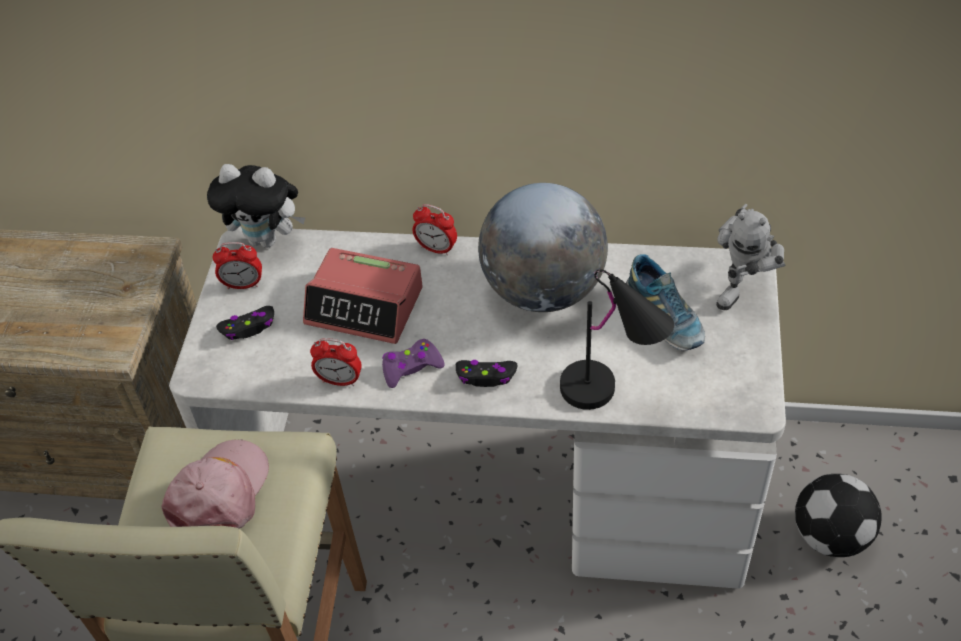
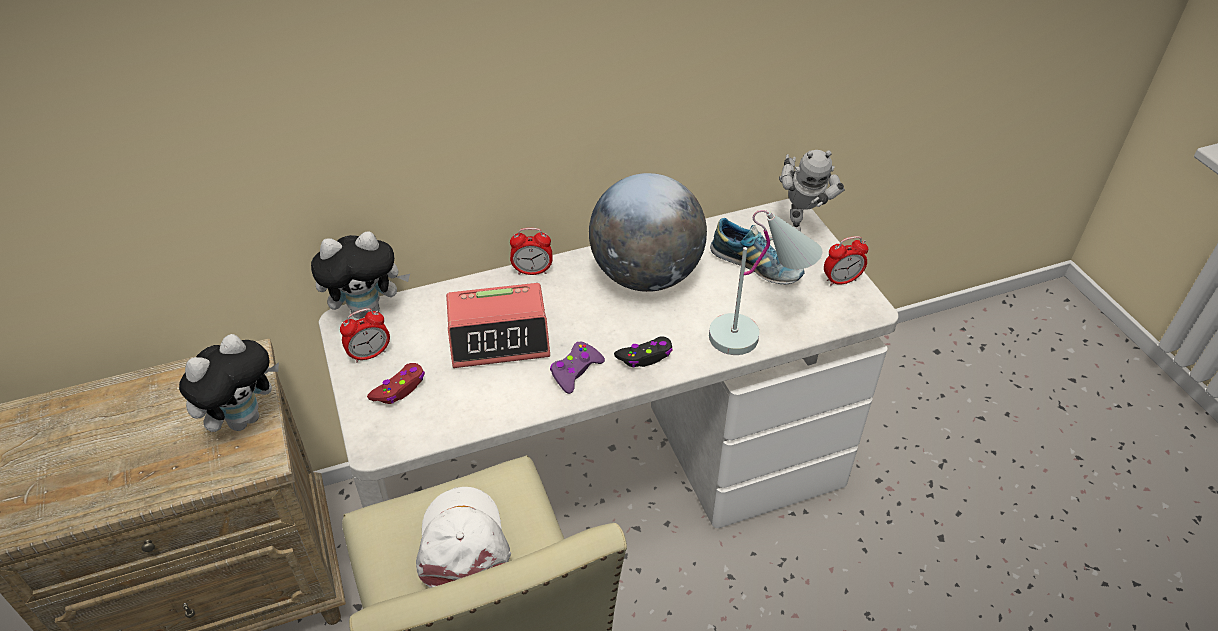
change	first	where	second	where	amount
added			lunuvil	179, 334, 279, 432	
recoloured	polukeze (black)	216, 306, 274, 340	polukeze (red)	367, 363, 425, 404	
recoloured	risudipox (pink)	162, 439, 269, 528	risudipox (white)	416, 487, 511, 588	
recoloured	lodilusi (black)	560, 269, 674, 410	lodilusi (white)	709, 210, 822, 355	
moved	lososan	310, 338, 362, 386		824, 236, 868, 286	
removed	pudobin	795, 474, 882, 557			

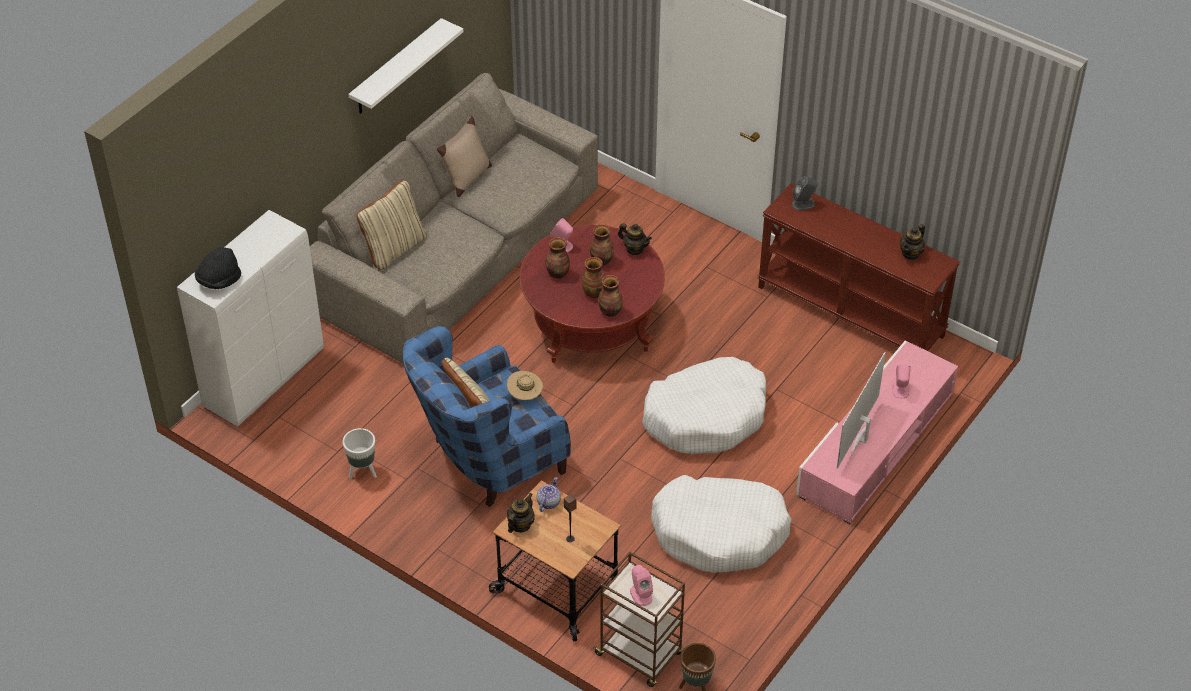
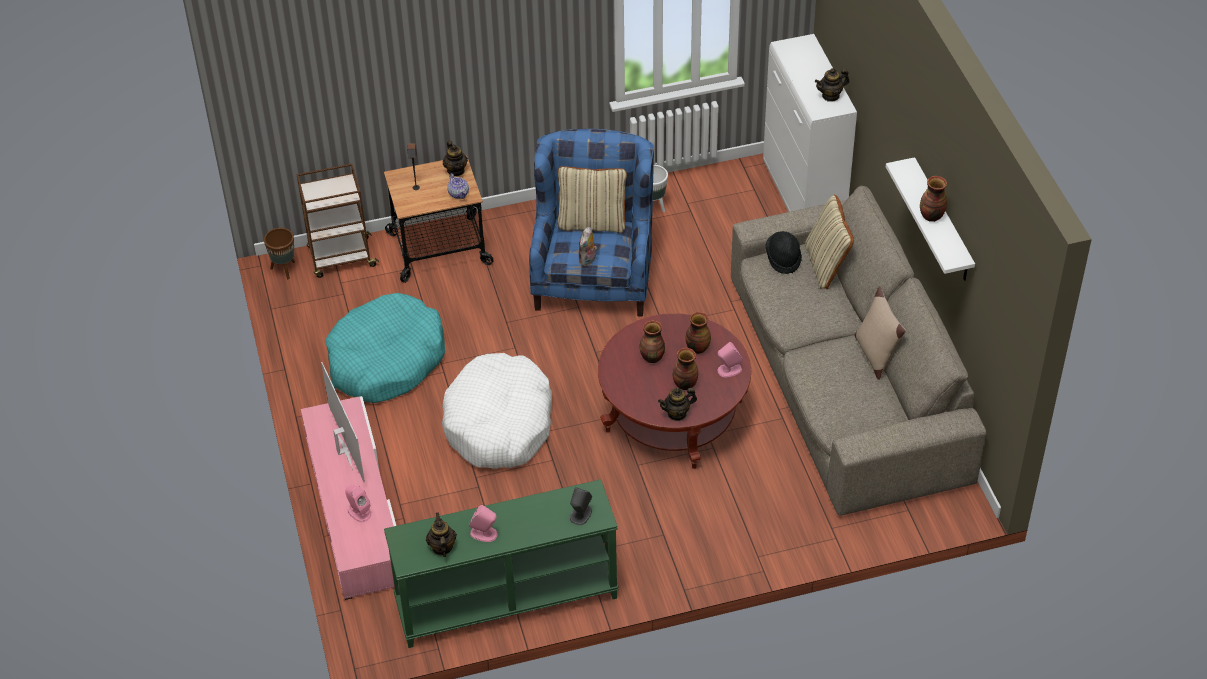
change	first	where	second	where	amount
recoloured	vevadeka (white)	651, 475, 792, 572	vevadeka (turquoise)	326, 293, 445, 403	
recoloured	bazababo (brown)	758, 183, 960, 351	bazababo (green)	384, 479, 619, 648	
moved	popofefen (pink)	630, 565, 653, 606		469, 505, 498, 542	
replaced	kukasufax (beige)	507, 371, 543, 400	lunuvil	578, 227, 597, 267	
moved	kukasufax (black)	195, 247, 241, 289		765, 231, 802, 274	
added			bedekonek	815, 68, 849, 102	
moved	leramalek	598, 275, 623, 317		920, 176, 947, 222	

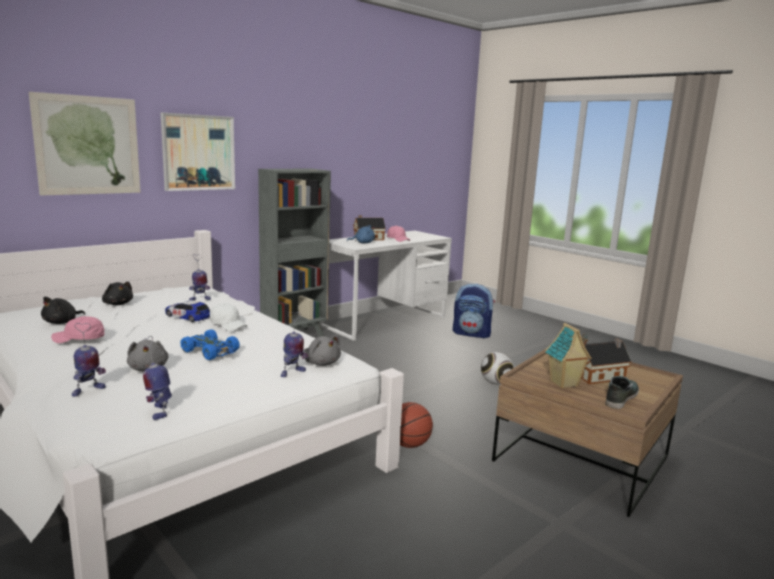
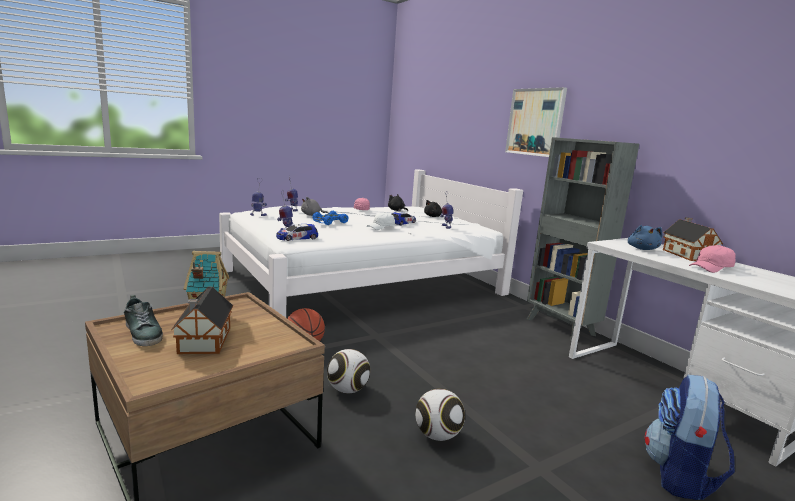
change	first	where	second	where	amount
replaced	lunuvil (grey)	304, 335, 341, 366	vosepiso	276, 224, 318, 241	
added			pudobin	327, 349, 370, 393	
removed	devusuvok	29, 92, 141, 196			

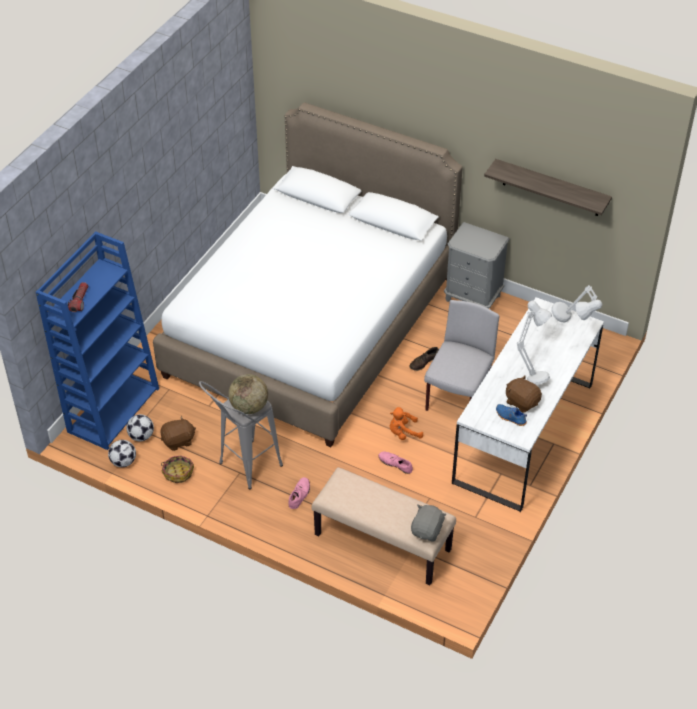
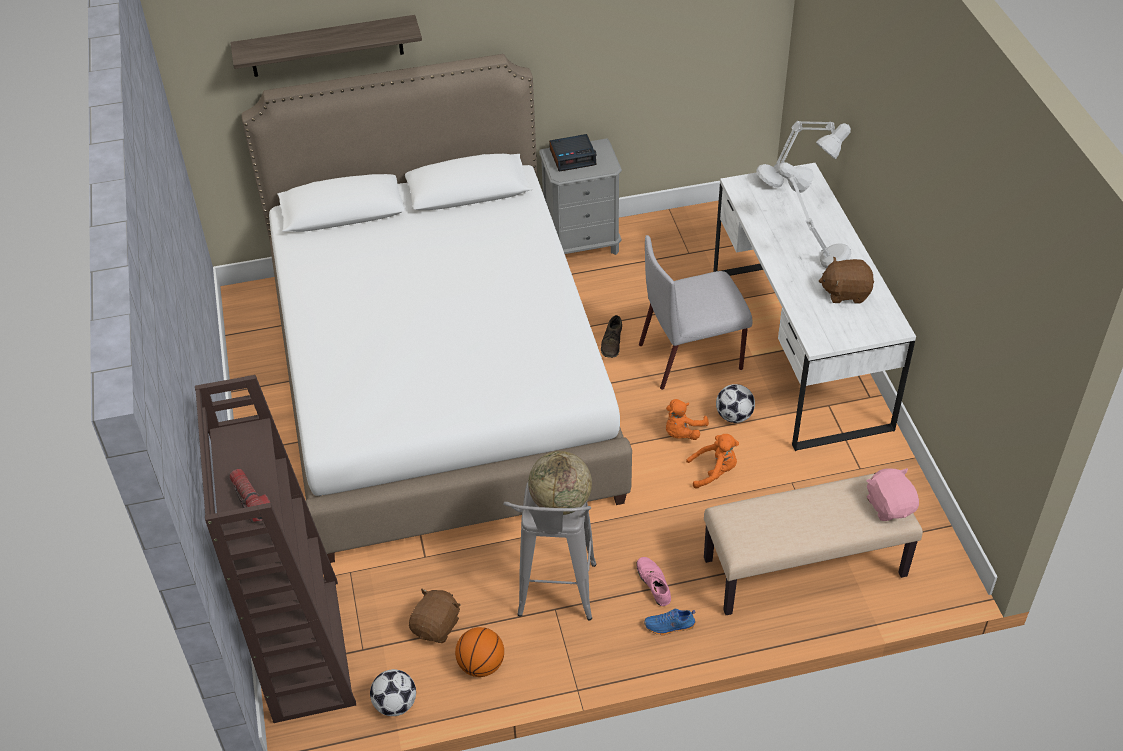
change	first	where	second	where	amount
recoloured	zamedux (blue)	36, 231, 159, 450	zamedux (brown)	195, 375, 356, 723	
moved	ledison	484, 159, 612, 216		230, 15, 422, 77	
replaced	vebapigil	161, 455, 194, 483	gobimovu	455, 627, 504, 677	
added			lososan	549, 134, 596, 171	
turned	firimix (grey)	424, 300, 499, 411		639, 235, 753, 390	90 degrees counterclockwise
moved	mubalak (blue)	496, 404, 527, 426		644, 609, 696, 635	
replaced	mubalak (pink)	379, 451, 413, 474	lunuvil (orange)	686, 434, 739, 489	
moved	pudobin	126, 414, 154, 442		716, 384, 755, 423	
recoloured	lunuvil (grey)	411, 505, 446, 541	lunuvil (pink)	867, 468, 919, 521	

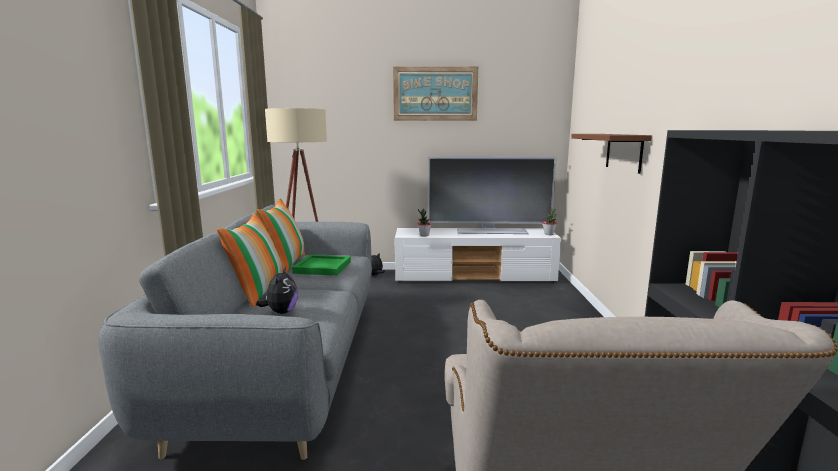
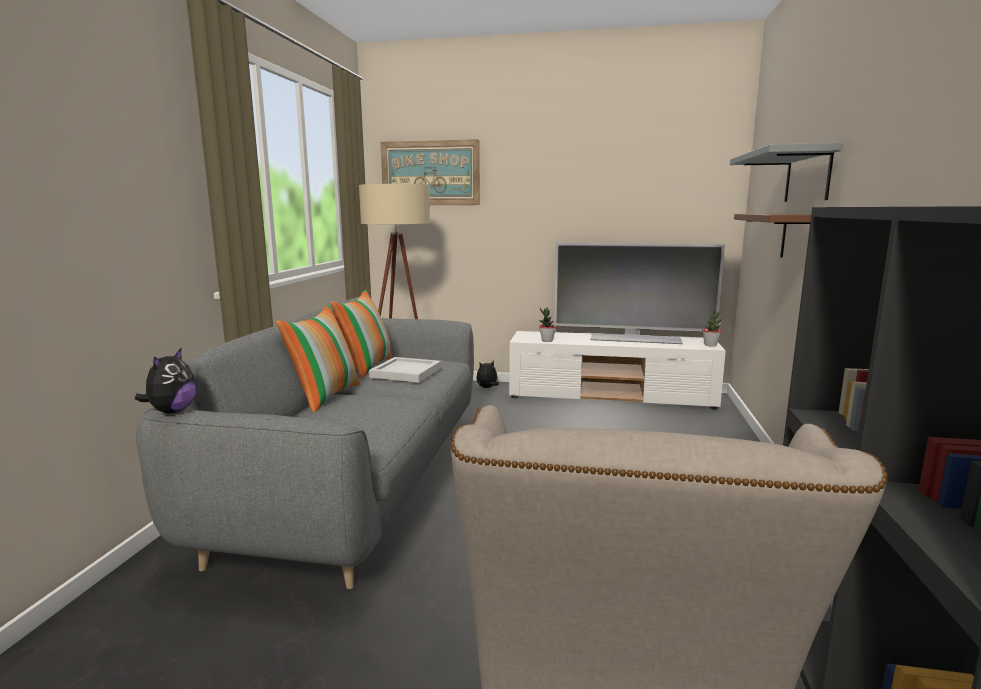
change	first	where	second	where	amount
moved	lunuvil	256, 267, 298, 314		135, 348, 197, 413	
recoloured	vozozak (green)	292, 255, 351, 276	vozozak (white)	369, 357, 441, 383	
moved	devusuvok	393, 66, 478, 121		380, 139, 480, 205	
added			ledison (grey)	730, 143, 843, 202	

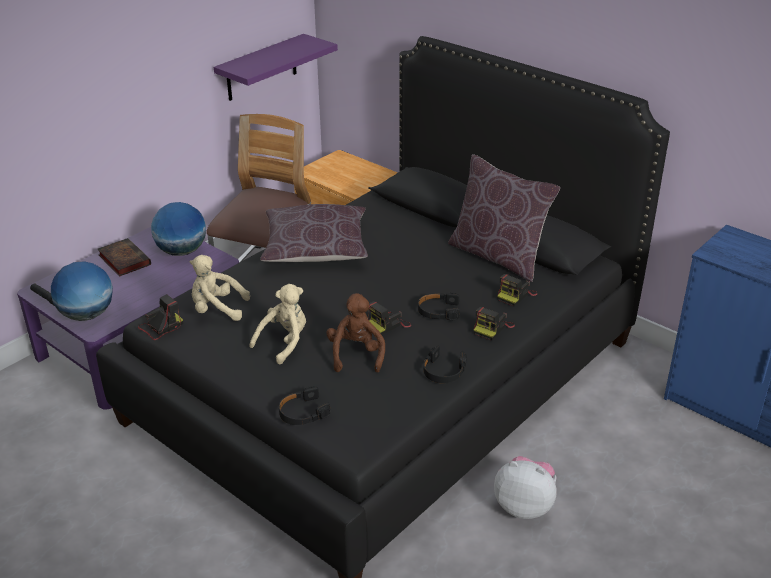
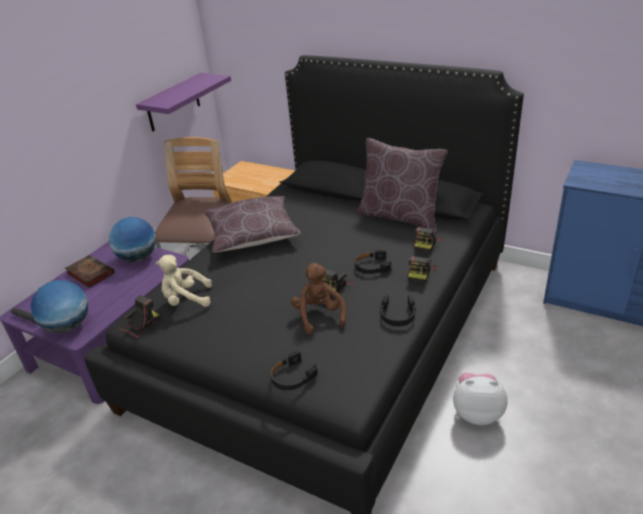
change	first	where	second	where	amount
removed	lunuvil (beige)	249, 284, 306, 364			

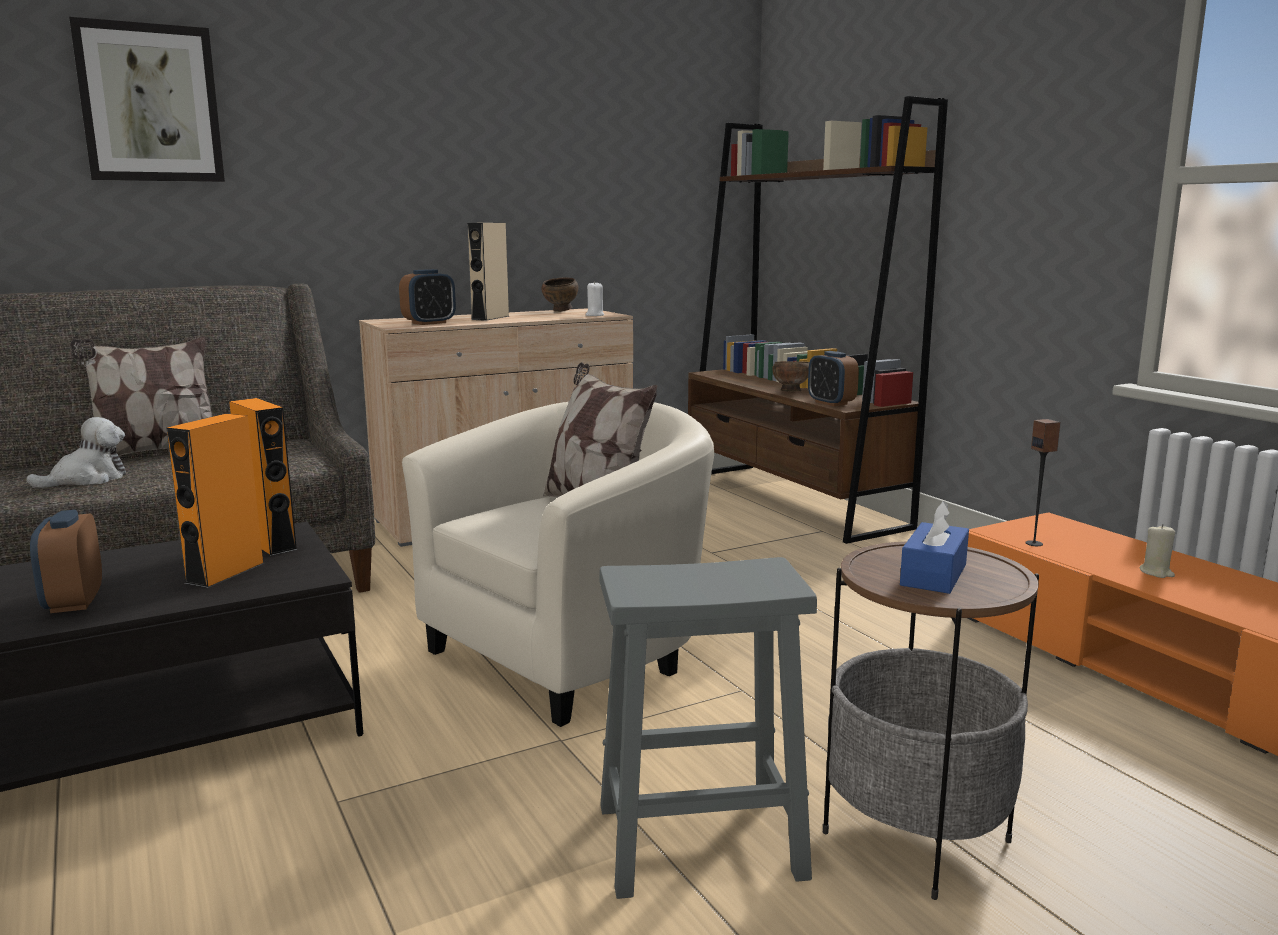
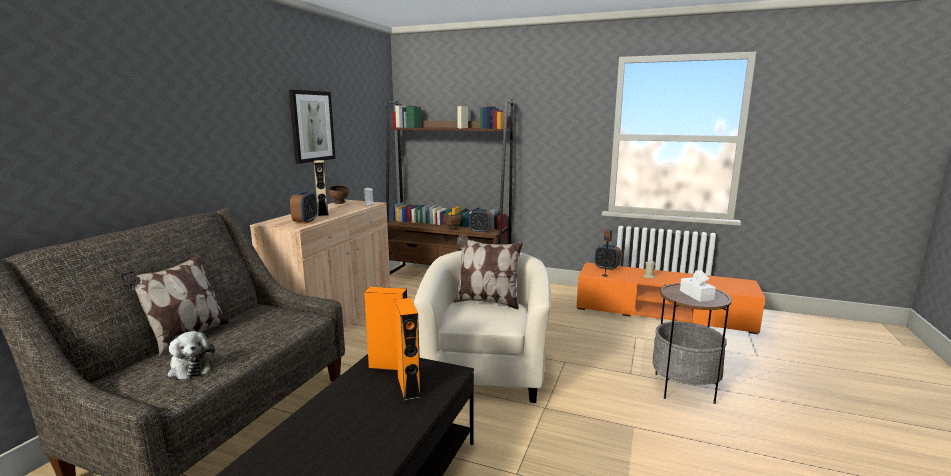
change	first	where	second	where	amount
turned	lunuvil	26, 417, 126, 488		168, 331, 215, 380	135 degrees clockwise
moved	devusuvok	69, 17, 225, 182		289, 90, 335, 164	
moved	lososan	30, 510, 102, 613		595, 244, 621, 270	
recoloured	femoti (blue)	900, 501, 969, 594	femoti (white)	680, 270, 716, 302	
removed	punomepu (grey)	600, 557, 817, 899			

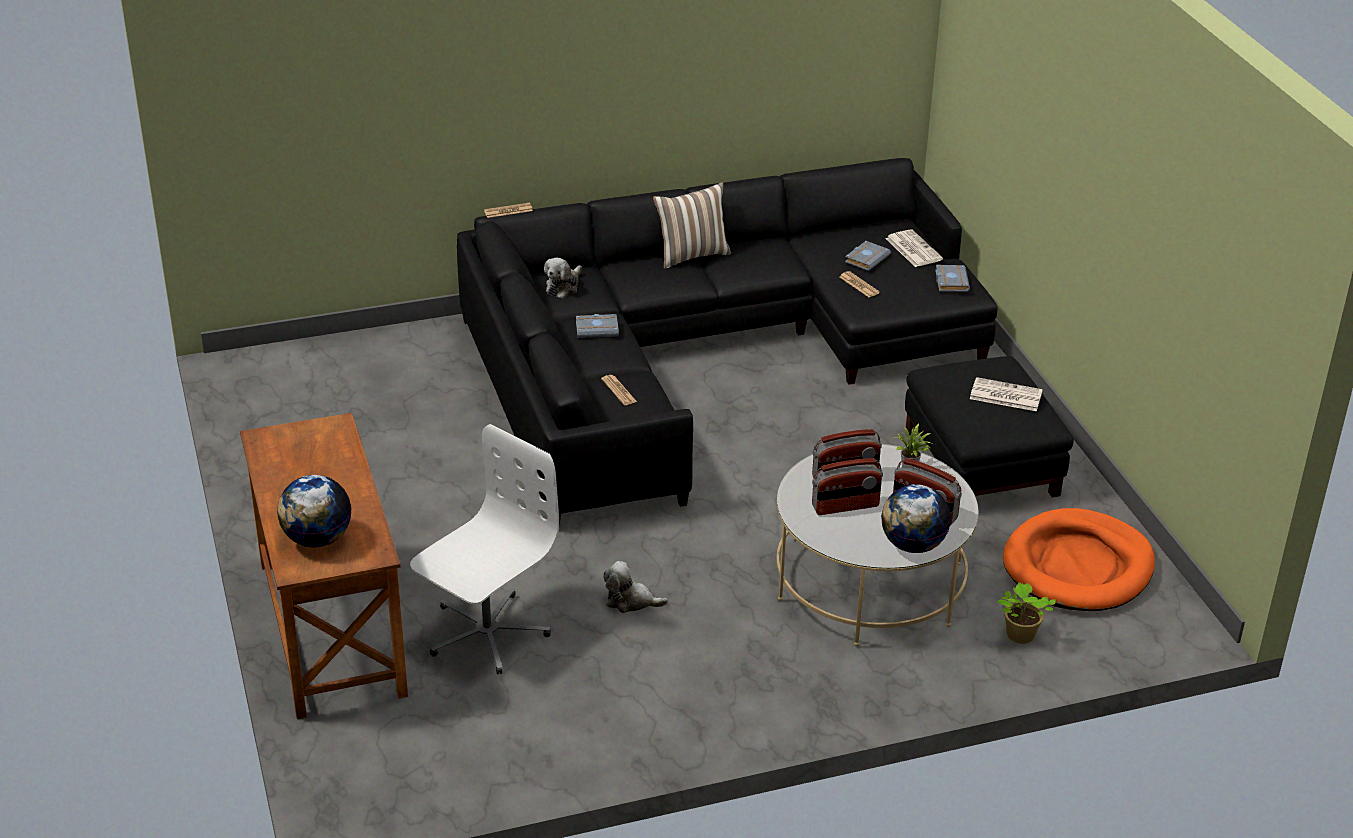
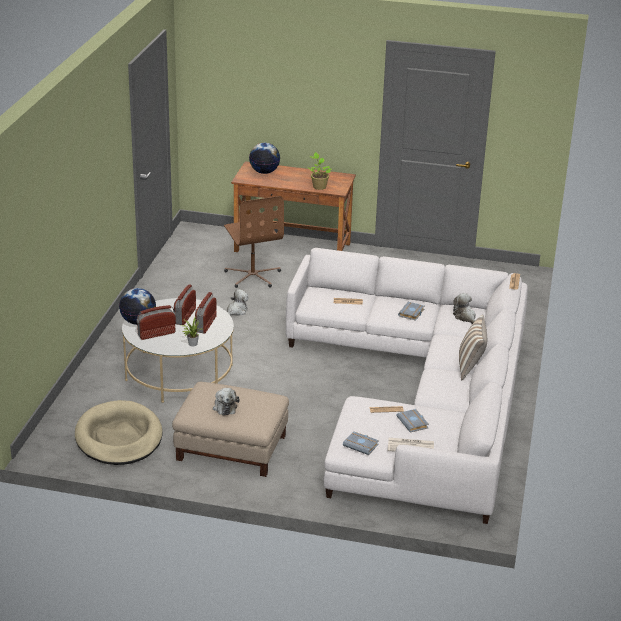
change	first	where	second	where	amount
recoloured	vevadeka (orange)	1003, 508, 1155, 611	vevadeka (beige)	75, 400, 162, 465	
recoloured	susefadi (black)	905, 356, 1074, 498	susefadi (beige)	172, 382, 289, 477	
replaced	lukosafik	970, 377, 1043, 411	lunuvil	213, 388, 239, 415	
recoloured	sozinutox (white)	410, 424, 559, 674	sozinutox (brown)	224, 196, 284, 288	
recoloured	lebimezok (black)	457, 158, 998, 526	lebimezok (white)	286, 248, 528, 524	
moved	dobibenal	997, 582, 1056, 644		308, 152, 332, 190	

